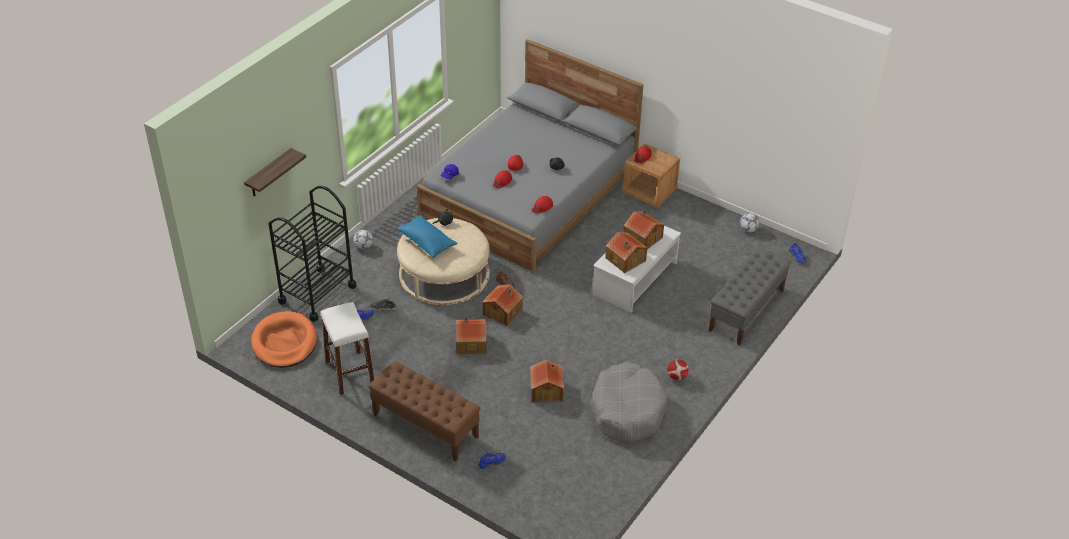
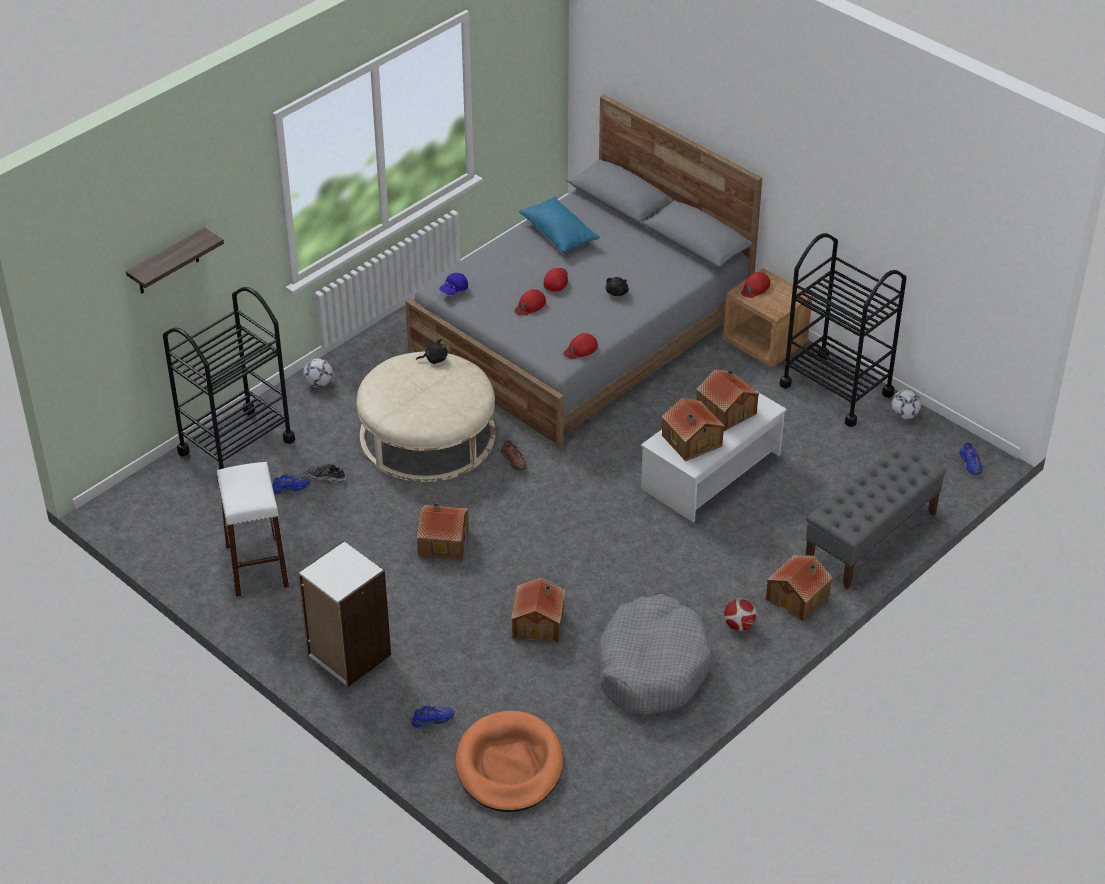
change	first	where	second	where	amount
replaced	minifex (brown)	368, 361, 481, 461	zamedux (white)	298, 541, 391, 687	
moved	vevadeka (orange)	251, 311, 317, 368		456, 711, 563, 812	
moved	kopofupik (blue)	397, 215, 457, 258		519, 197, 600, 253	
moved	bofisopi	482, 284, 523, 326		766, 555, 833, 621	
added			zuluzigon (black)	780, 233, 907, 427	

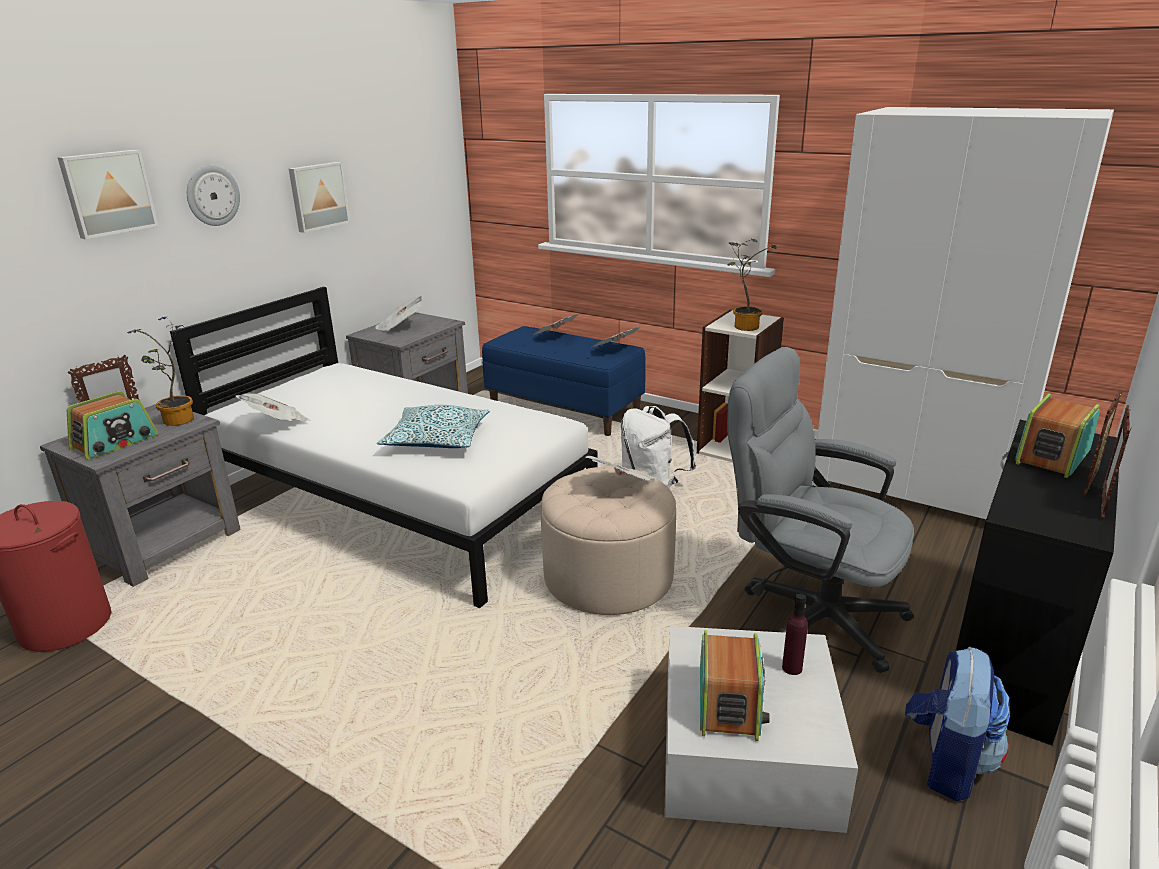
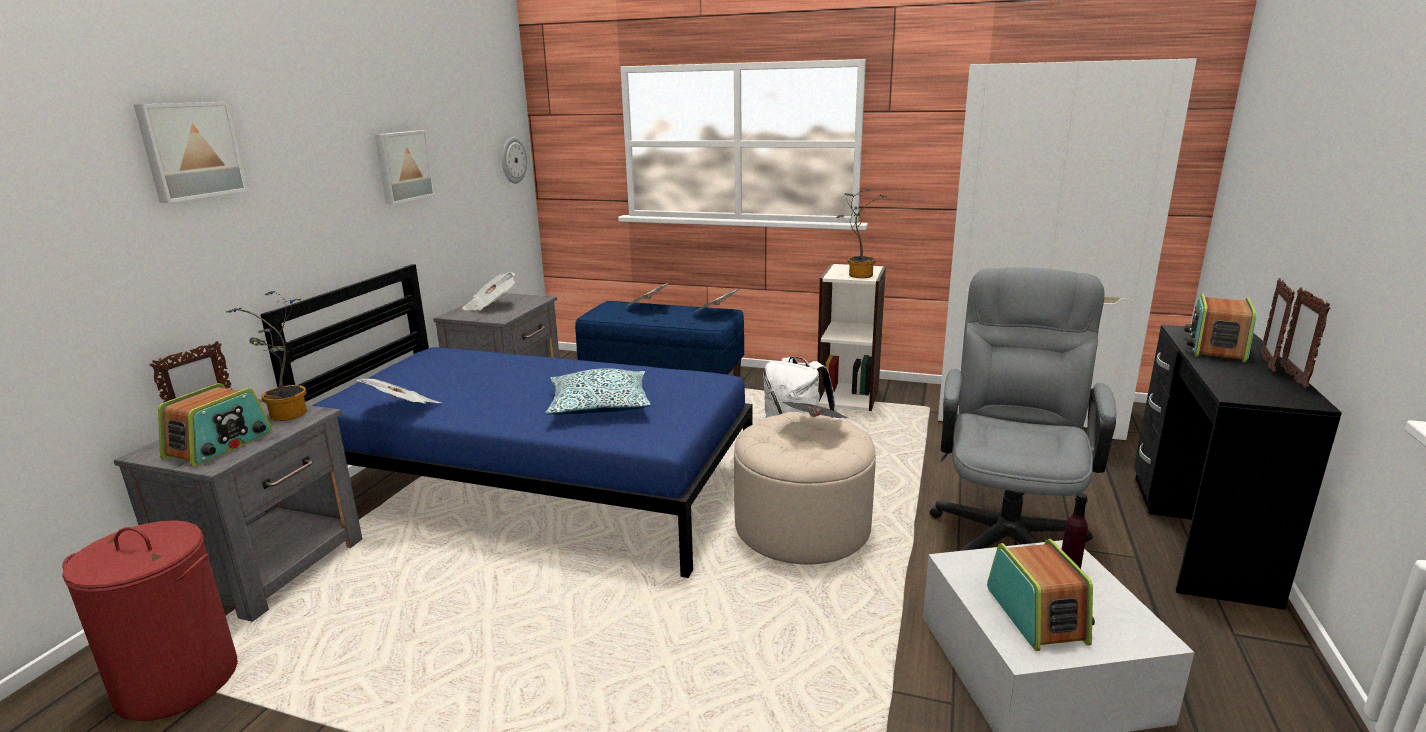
change	first	where	second	where	amount
recoloured	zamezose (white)	170, 287, 598, 608	zamezose (blue)	260, 264, 753, 578	
moved	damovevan	187, 165, 240, 226		502, 137, 527, 184	
turned	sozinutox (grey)	727, 347, 914, 673		930, 267, 1116, 551	90 degrees clockwise
removed	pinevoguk	905, 647, 1010, 801			

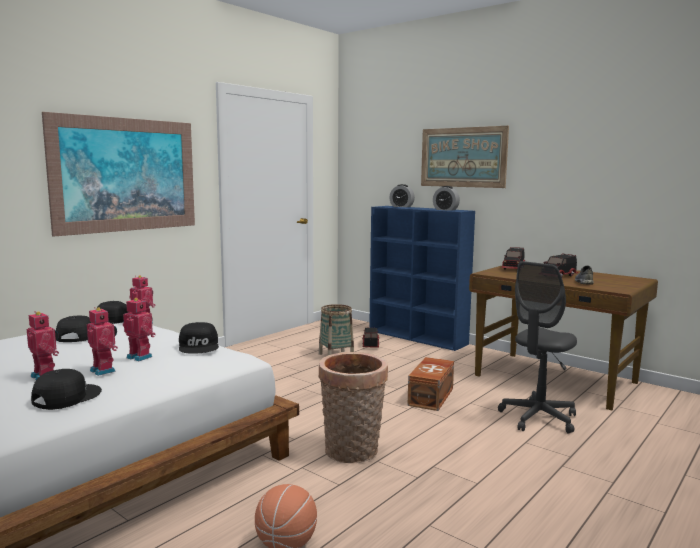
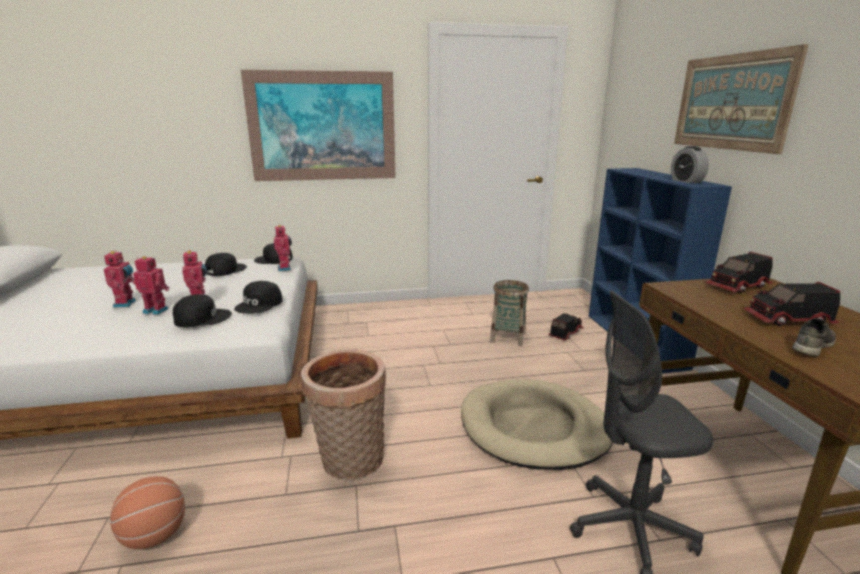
change	first	where	second	where	amount
turned	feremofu	87, 307, 118, 376		133, 256, 169, 315	75 degrees counterclockwise
moved	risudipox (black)	31, 369, 102, 410		173, 294, 232, 327	
replaced	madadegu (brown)	407, 357, 454, 411	vevadeka (beige)	461, 379, 613, 470	
removed	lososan	389, 184, 415, 207			

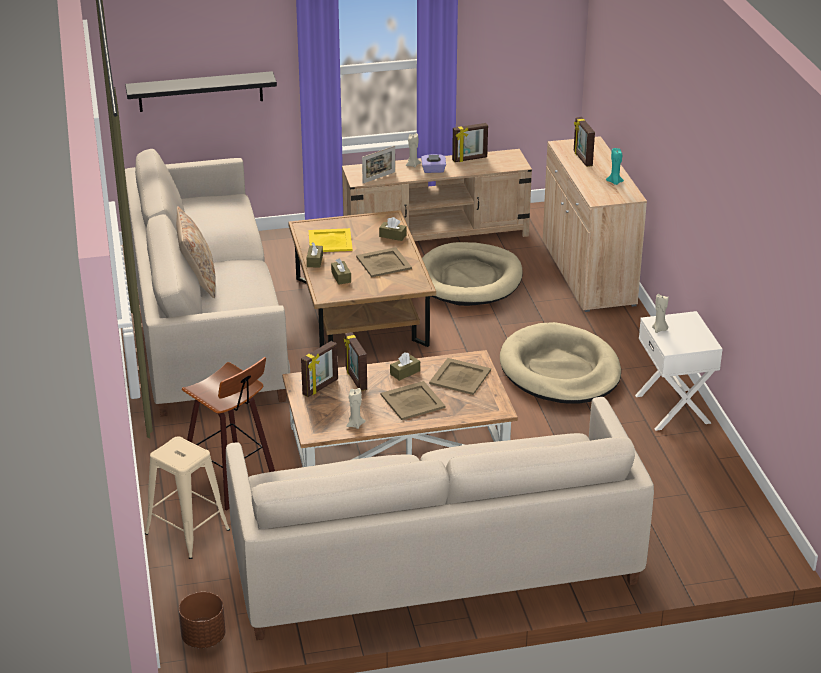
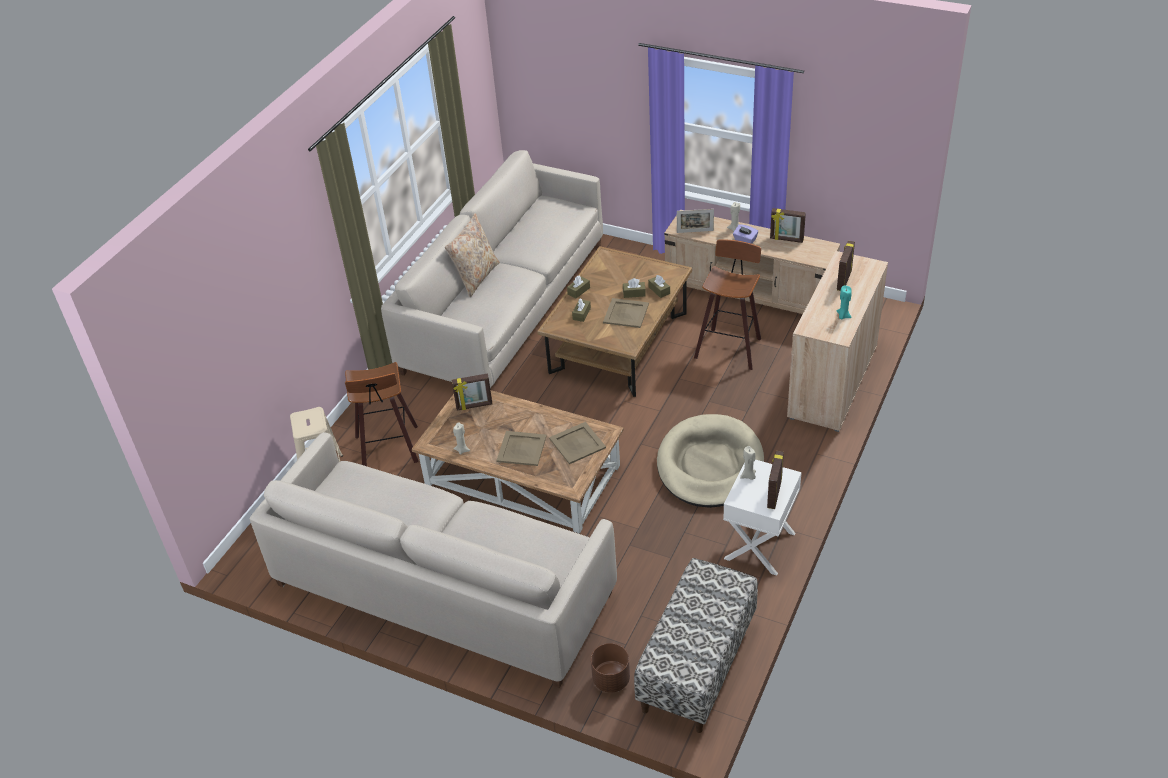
change	first	where	second	where	amount
moved	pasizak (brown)	179, 592, 226, 648		591, 643, 630, 693	
moved	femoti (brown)	390, 353, 420, 381		623, 278, 646, 298	
added			minifex	634, 558, 758, 733	
replaced	vevadeka (beige)	422, 242, 523, 306	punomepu	694, 239, 761, 370	
moved	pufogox	344, 332, 367, 391		767, 451, 784, 509	
removed	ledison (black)	125, 71, 277, 112			
removed	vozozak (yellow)	309, 228, 353, 252			

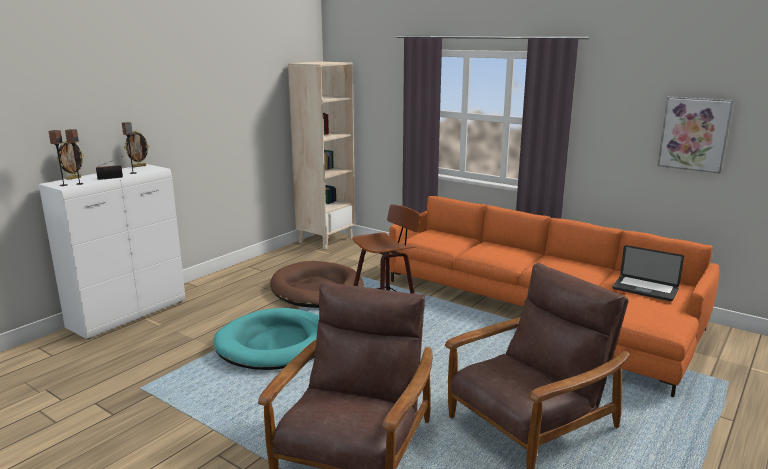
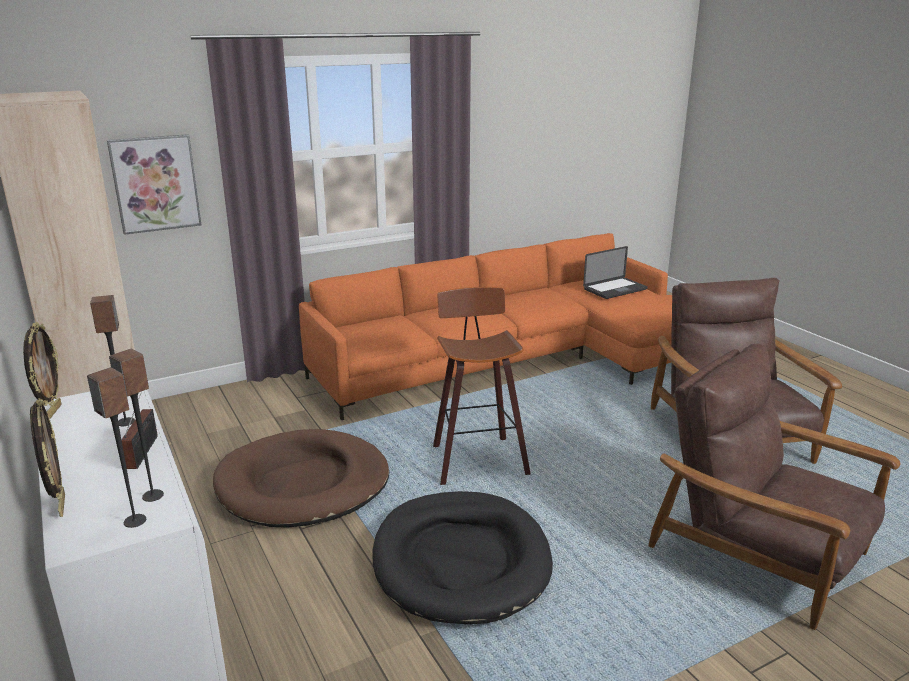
change	first	where	second	where	amount
moved	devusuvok	658, 96, 734, 173		107, 134, 201, 235	
recoloured	vevadeka (turquoise)	213, 308, 319, 370	vevadeka (black)	372, 491, 553, 624	

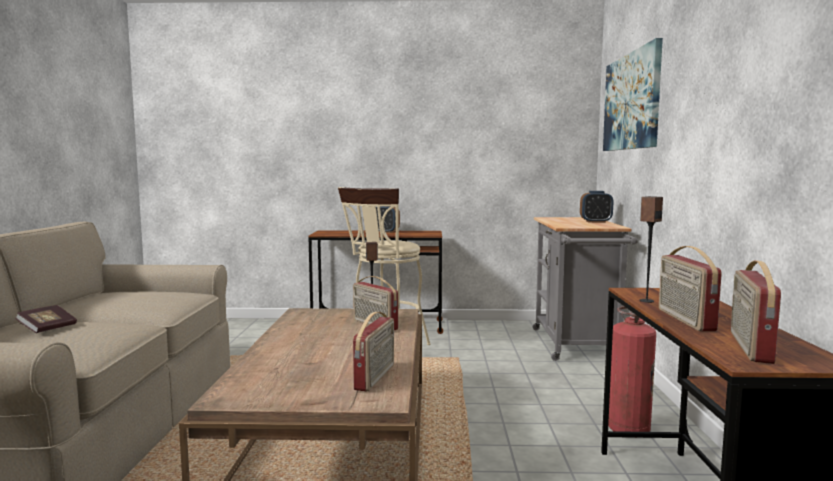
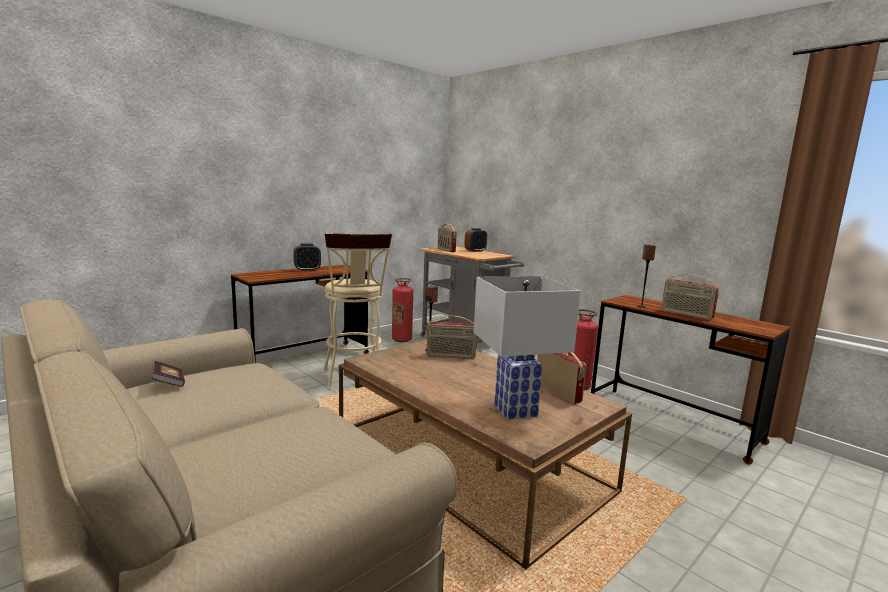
change	first	where	second	where	amount
moved	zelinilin	15, 305, 77, 333		151, 361, 185, 387	
added			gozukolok	392, 278, 413, 342	
moved	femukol	731, 260, 781, 364		438, 224, 457, 252	
added			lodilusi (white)	473, 276, 581, 420	
removed	devusuvok	603, 38, 663, 151			

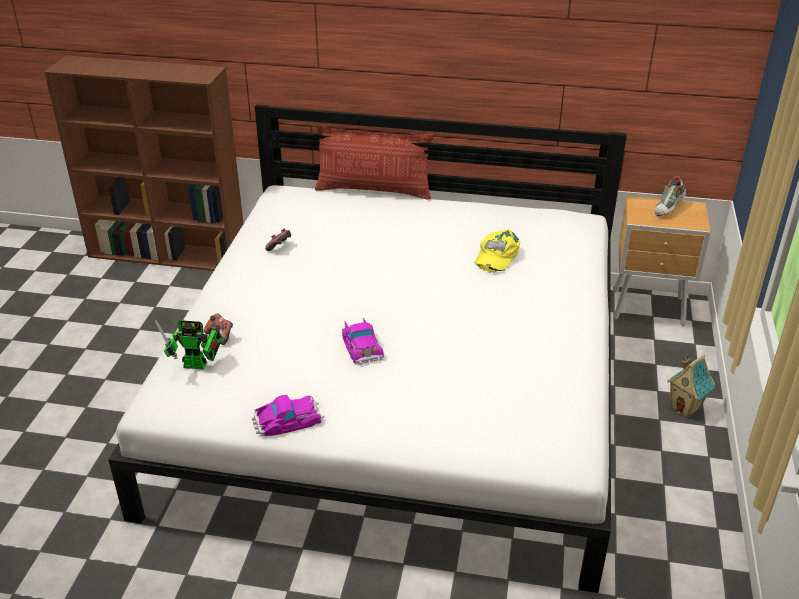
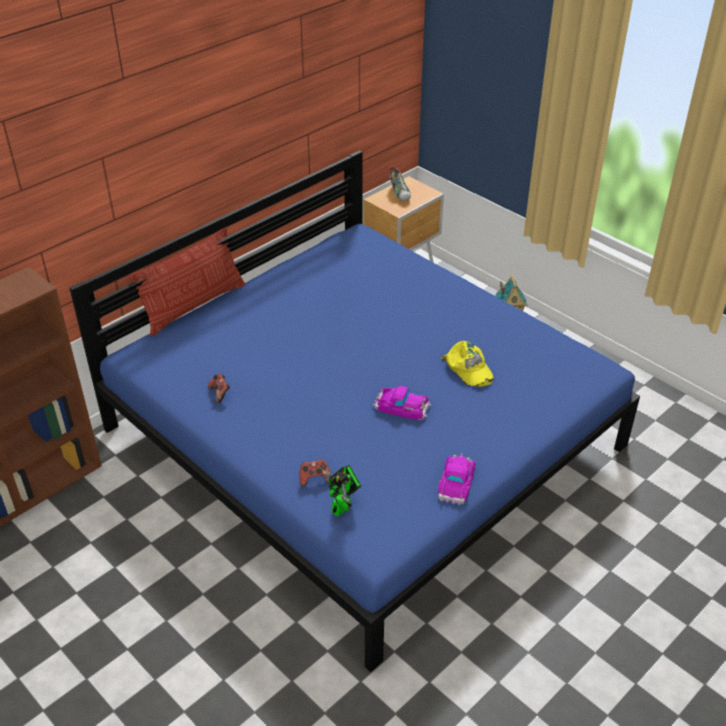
change	first	where	second	where	amount
recoloured	zamezose (white)	108, 104, 627, 593	zamezose (blue)	69, 151, 640, 672	
moved	risudipox (yellow)	475, 229, 520, 273		441, 341, 494, 387	

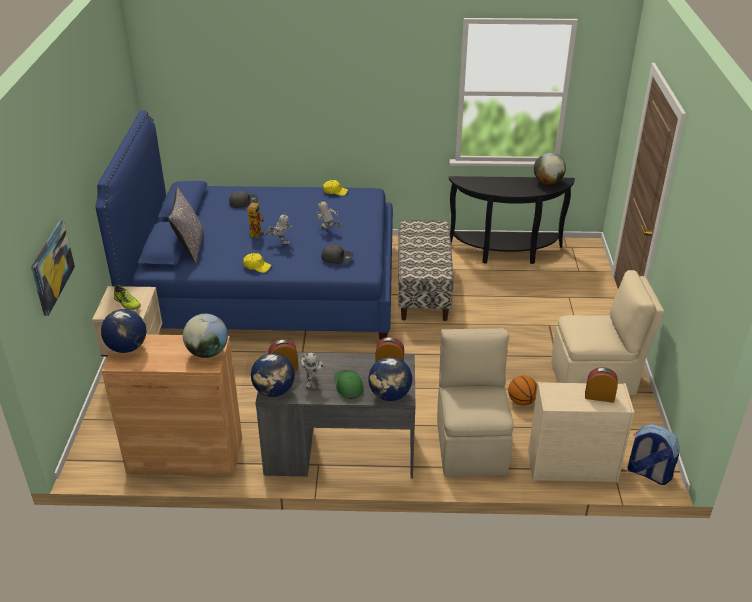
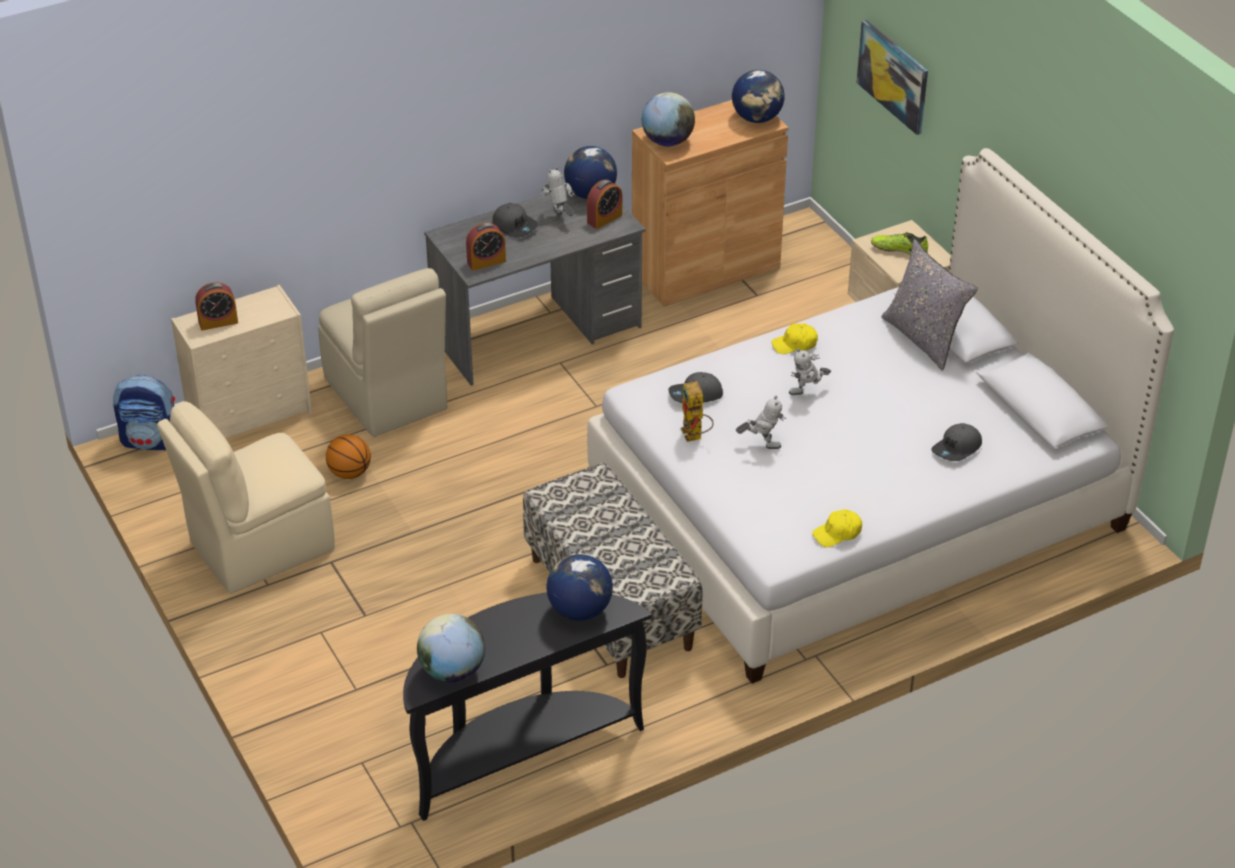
change	first	where	second	where	amount
recoloured	risudipox (green)	334, 370, 364, 399	risudipox (grey)	493, 203, 538, 238	
moved	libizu	369, 357, 412, 401		546, 554, 613, 621	
recoloured	zamezose (blue)	96, 110, 393, 340	zamezose (white)	587, 148, 1174, 684	
moved	feremofu	247, 200, 264, 238		681, 381, 714, 442	

